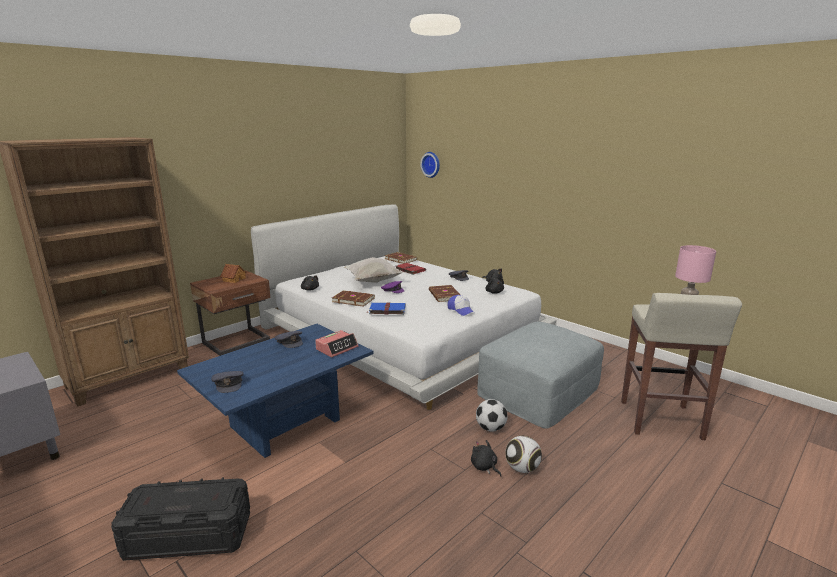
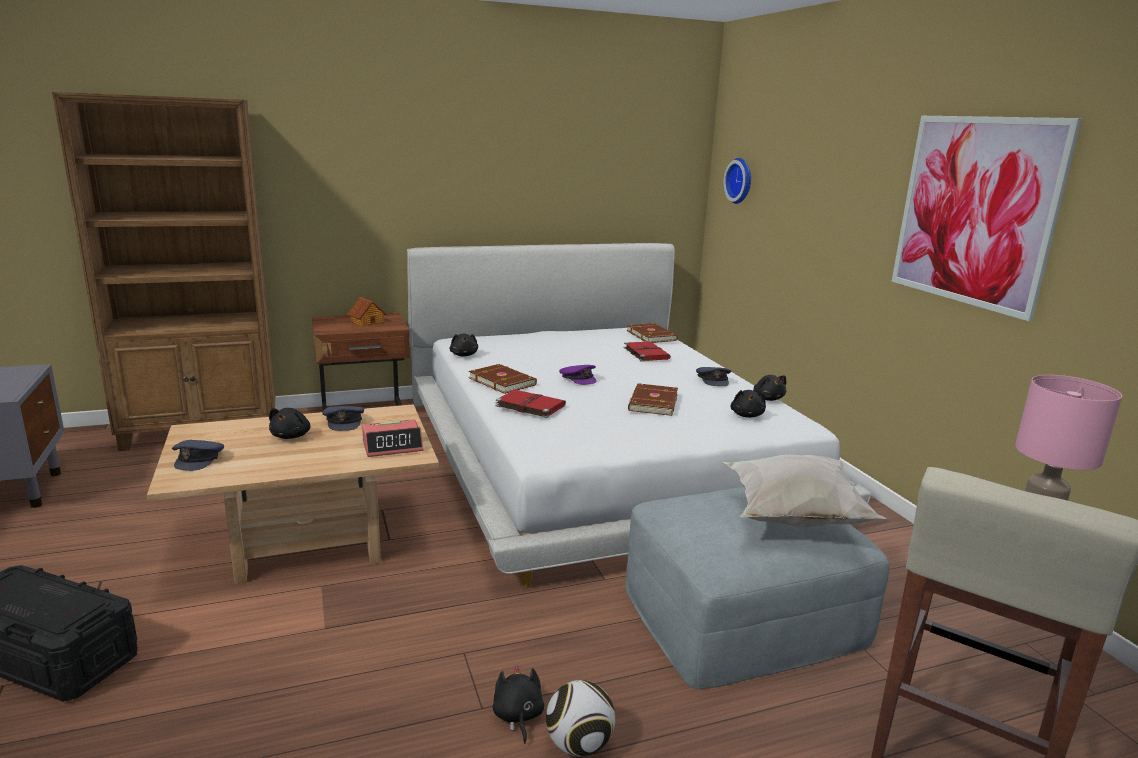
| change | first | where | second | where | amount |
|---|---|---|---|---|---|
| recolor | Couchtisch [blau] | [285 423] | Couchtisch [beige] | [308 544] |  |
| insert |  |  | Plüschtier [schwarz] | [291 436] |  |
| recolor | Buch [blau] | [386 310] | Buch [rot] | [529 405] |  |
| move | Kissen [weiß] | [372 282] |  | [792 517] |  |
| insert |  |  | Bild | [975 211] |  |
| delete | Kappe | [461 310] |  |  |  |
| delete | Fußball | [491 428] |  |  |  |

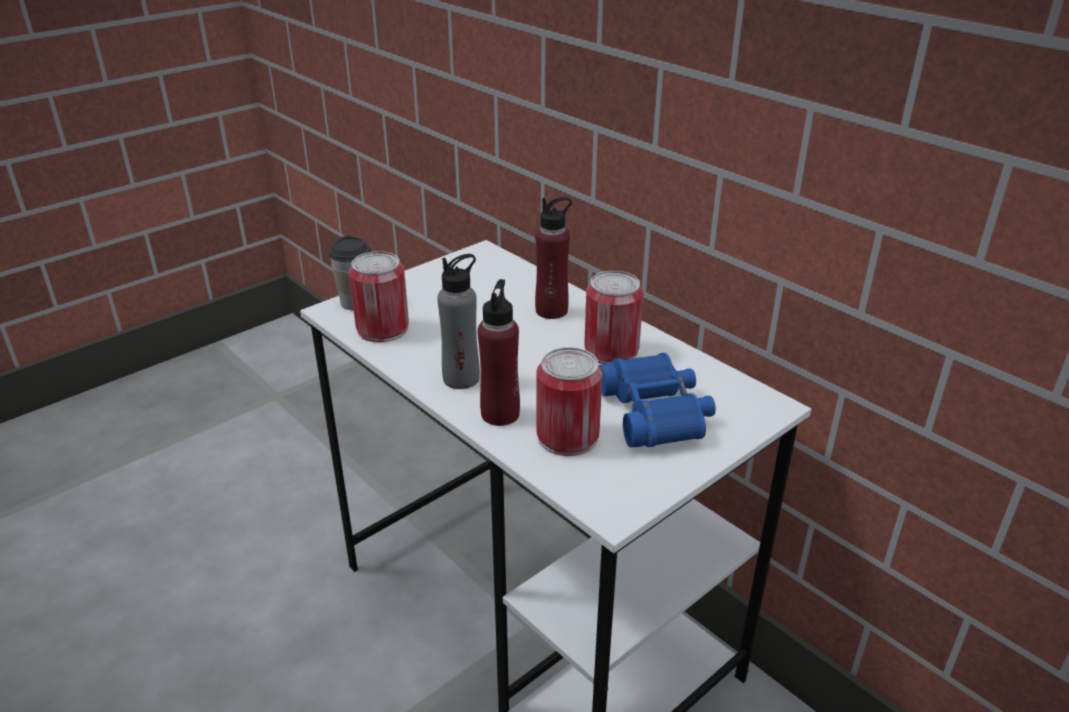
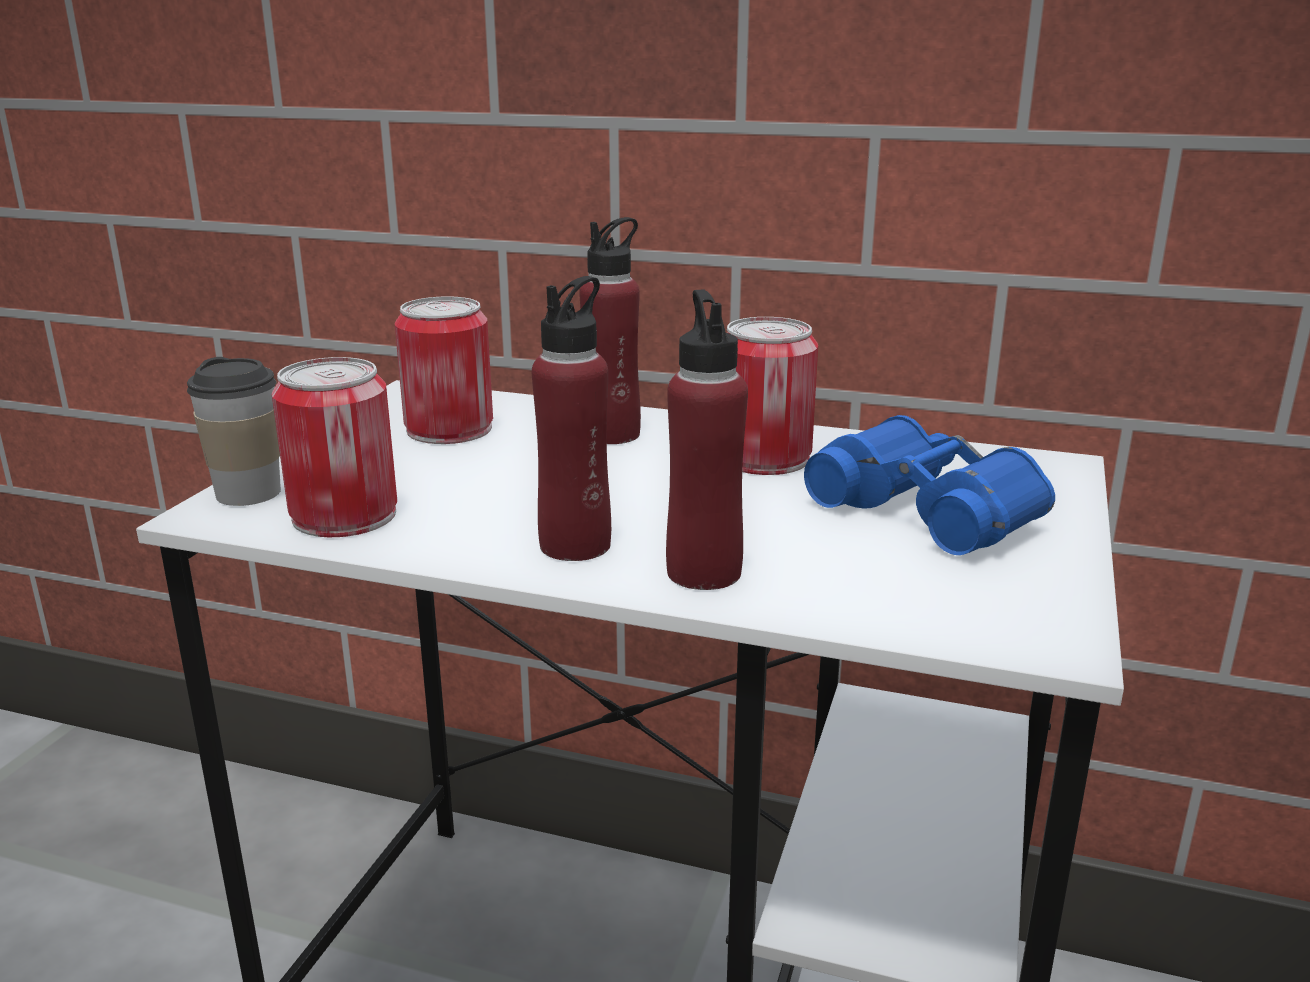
| change | first | where | second | where | amount |
|---|---|---|---|---|---|
| move | Dose | [567 436] |  | [449 429] |  |
| recolor | Flasche [grau] | [461 378] | Flasche [rot] | [575 545] |  |

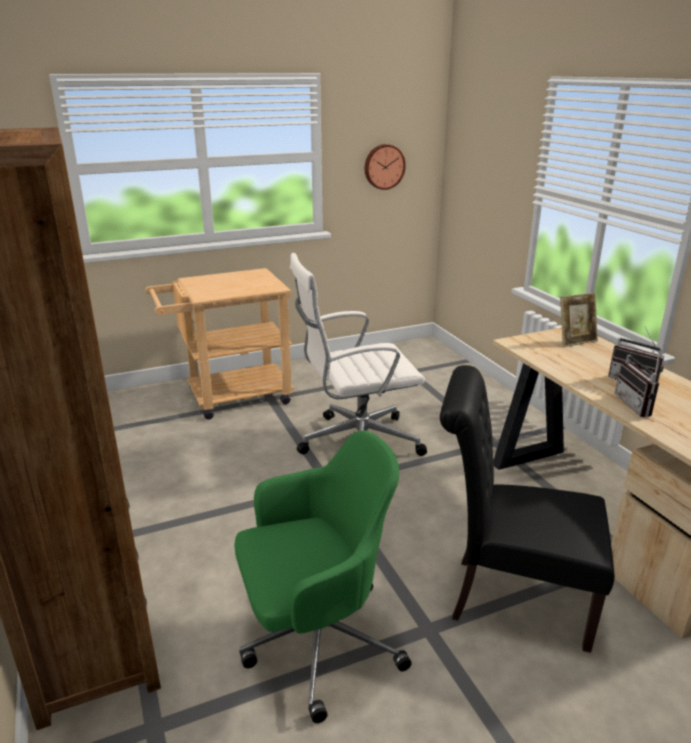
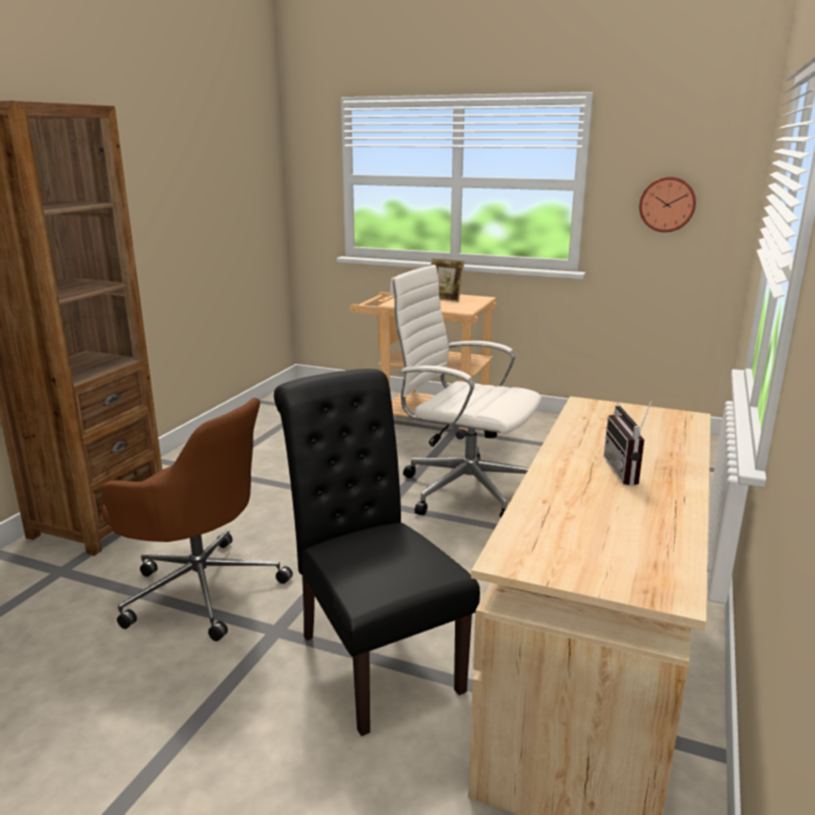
| change | first | where | second | where | amount |
|---|---|---|---|---|---|
| recolor | Bürostuhl [grün] | [316 641] | Bürostuhl [braun] | [201 588] |  |
| move | Bilderrahmen | [575 341] |  | [444 299] |  |
| delete | Radio | [638 406] |  |  |  |

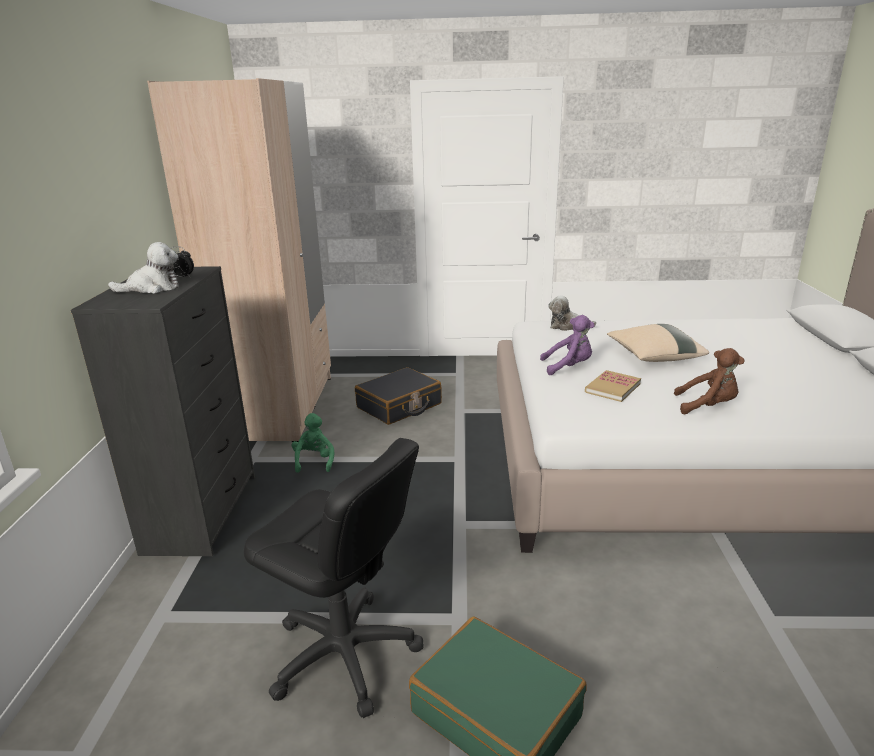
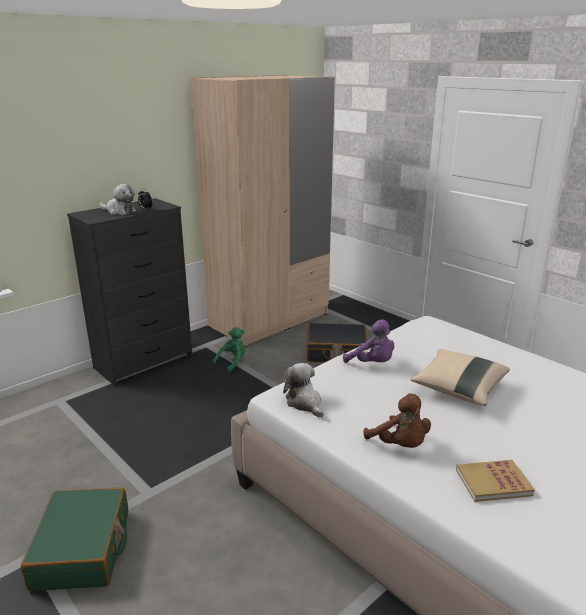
| change | first | where | second | where | amount |
|---|---|---|---|---|---|
| move | Plüschtier | [567 326] |  | [305 403] |  |
| move | Buch | [612 388] |  | [493 482] |  |
| delete | Bürostuhl [schwarz] | [344 654] |  |  |  |

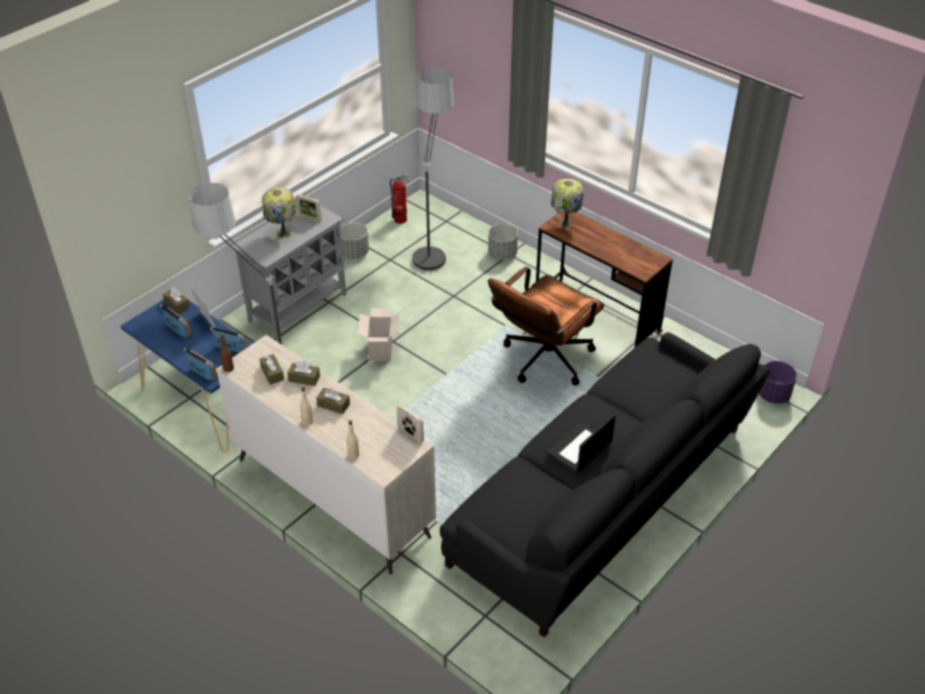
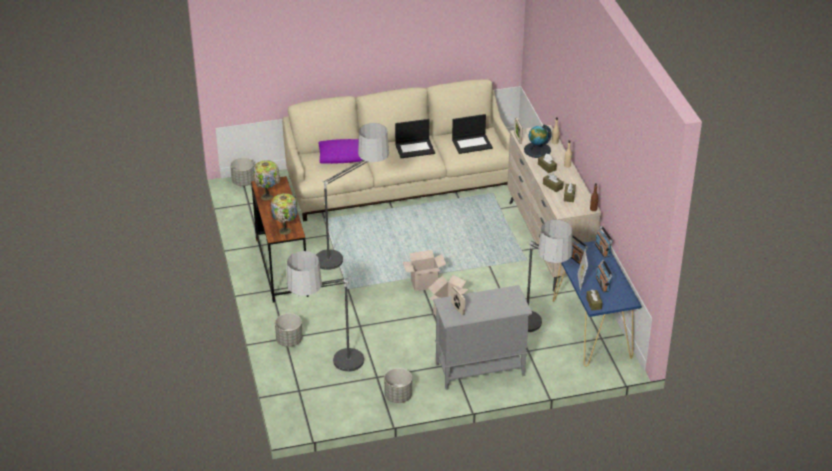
| change | first | where | second | where | amount |
|---|---|---|---|---|---|
| recolor | Pflanzkübel [lila] | [773 395] | Pflanzkübel [grau] | [243 182] |  |
| move | Tischlampe | [282 234] |  | [268 196] |  |
| recolor | Sofa [schwarz] | [603 497] | Sofa [beige] | [400 181] |  |
| replace | Bürostuhl [braun] | [542 362] | Stehlampe | [351 257] |  |
| insert |  |  | Kissen [lila] | [341 157] |  |
| insert |  |  | Karton | [423 284] |  |
| insert |  |  | Laptop | [472 144] |  |
| insert |  |  | Globus | [537 150] |  |
| delete | Feuerlöscher | [402 220] |  |  |  |

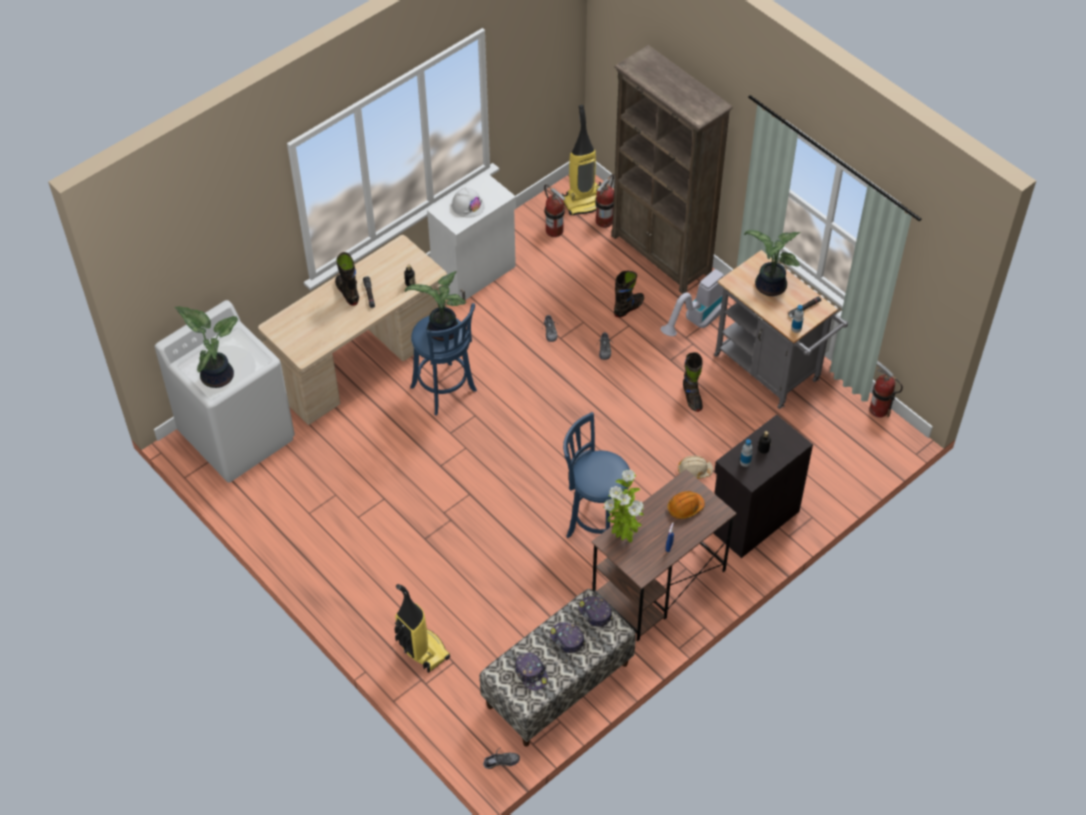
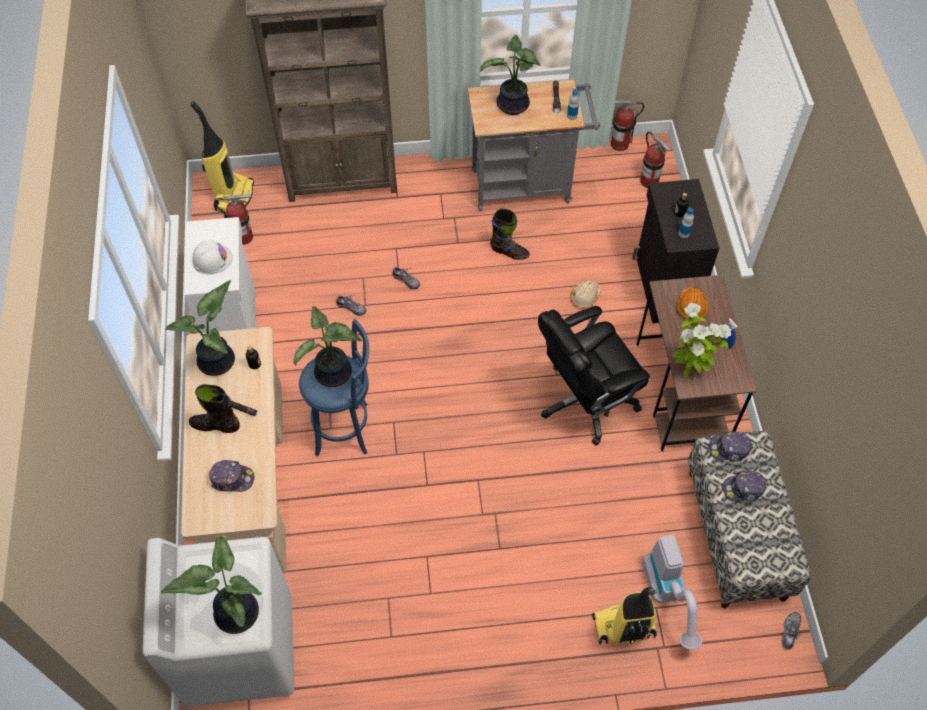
| change | first | where | second | where | amount |
|---|---|---|---|---|---|
| insert |  |  | Topfpflanze | [219 361] |  |
| move | Kappe | [531 673] |  | [232 479] |  |
| replace | Hocker [blau] | [595 524] | Bürostuhl [schwarz] | [586 401] |  |
| move | Feuerlöscher | [604 221] |  | [649 181] |  |
| move | Staubsauger | [695 323] |  | [668 597] |  |
| delete | Stiefel [schwarz] | [628 308] |  |  |  |

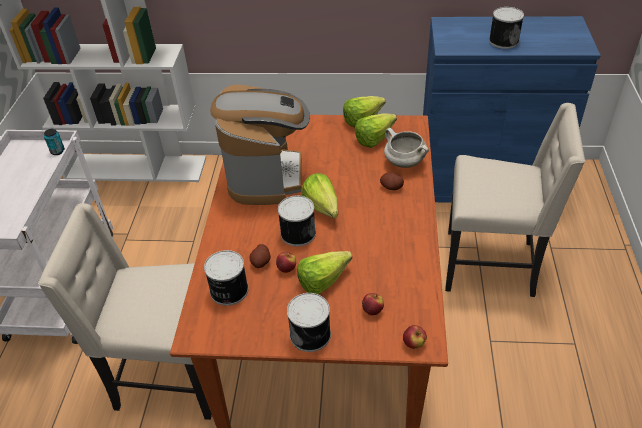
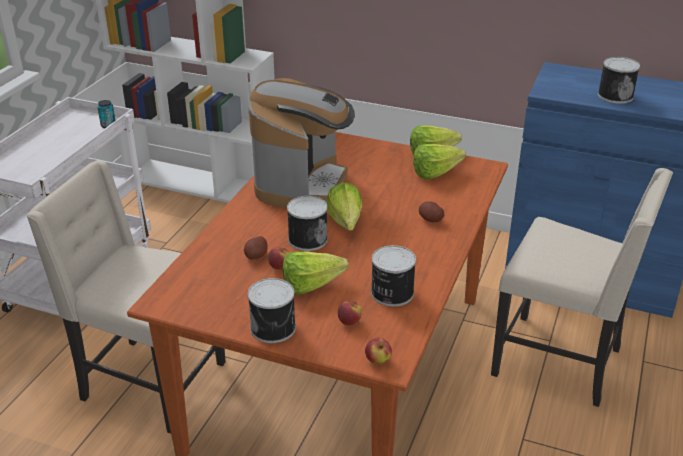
| change | first | where | second | where | amount |
|---|---|---|---|---|---|
| move | Dose | [228 291] |  | [391 293] |  |
| delete | Kochtopf [weiß] | [403 163] |  |  |  |

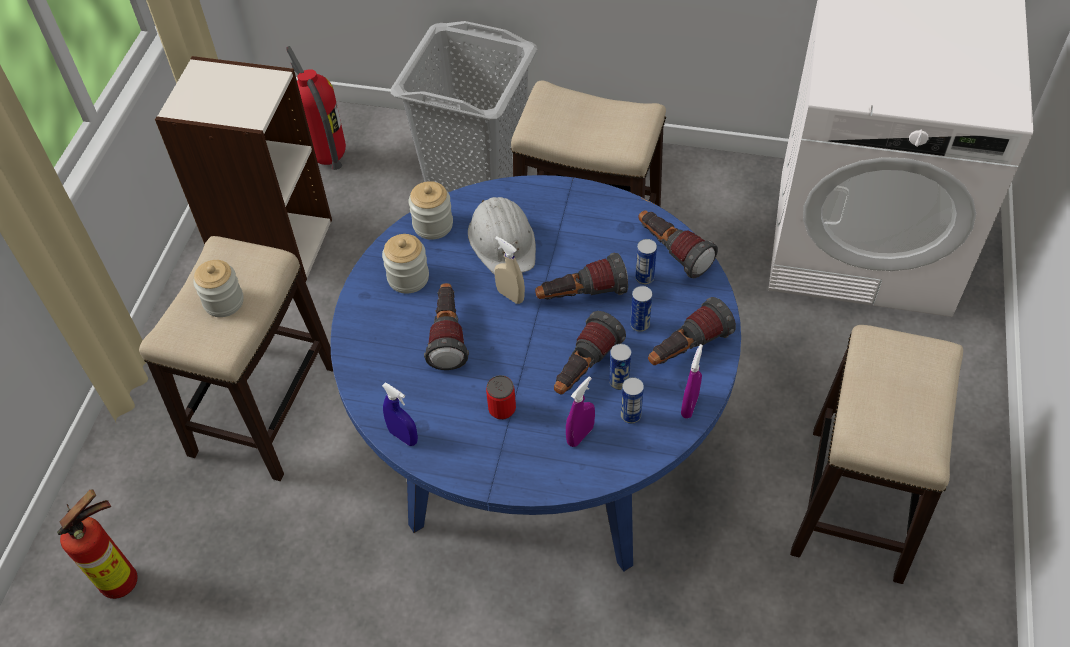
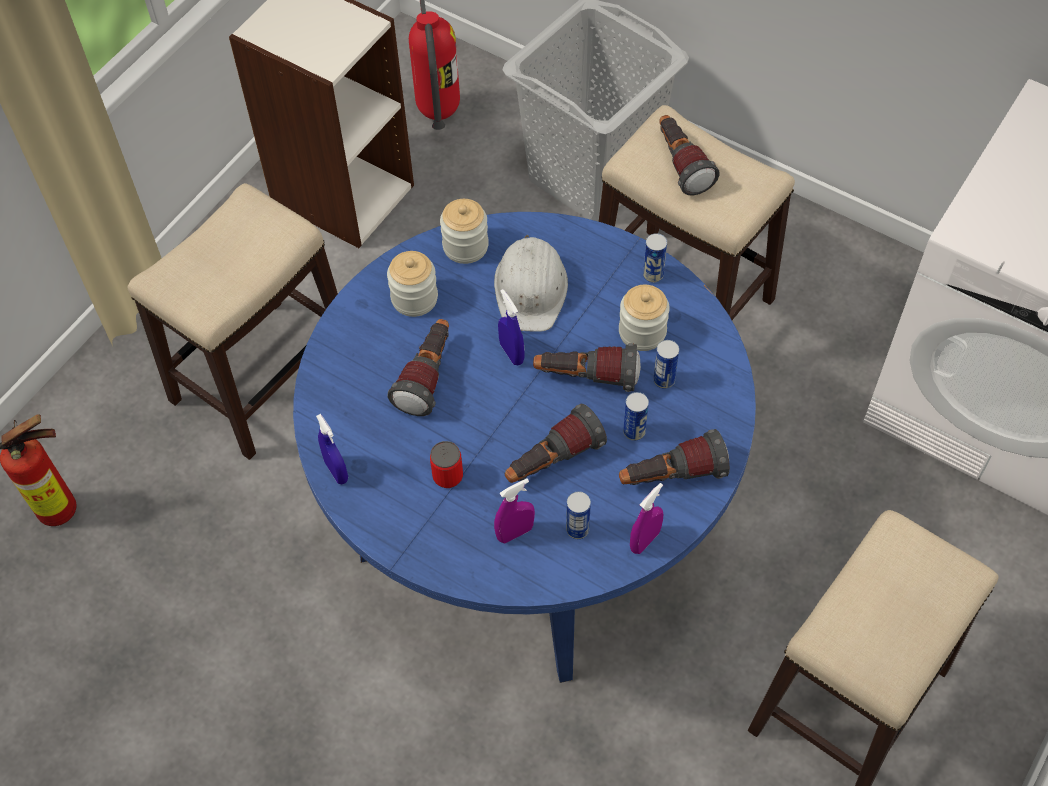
| change | first | where | second | where | amount |
|---|---|---|---|---|---|
| recolor | Sprühflasche [beige] | [510 295] | Sprühflasche [blau] | [511 353] |  |
| move | Vorratsglas | [224 302] |  | [642 332] |  |
| move | Dose | [619 382] |  | [653 275] |  |
| move | Taschenlampe | [672 252] |  | [681 164] |  |

